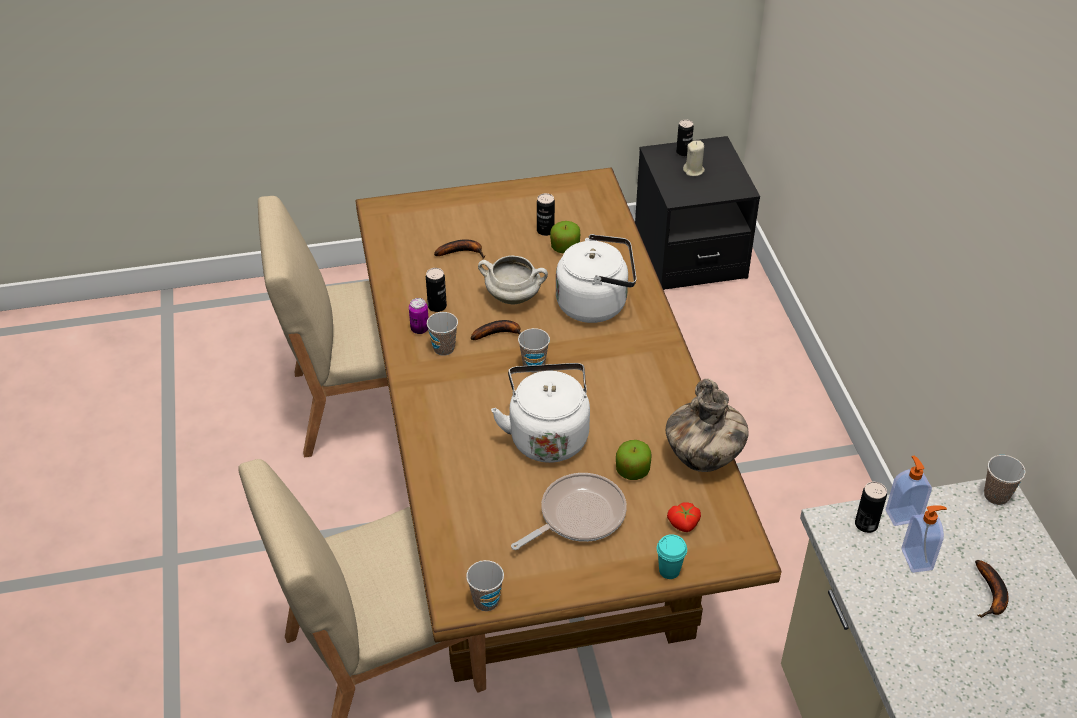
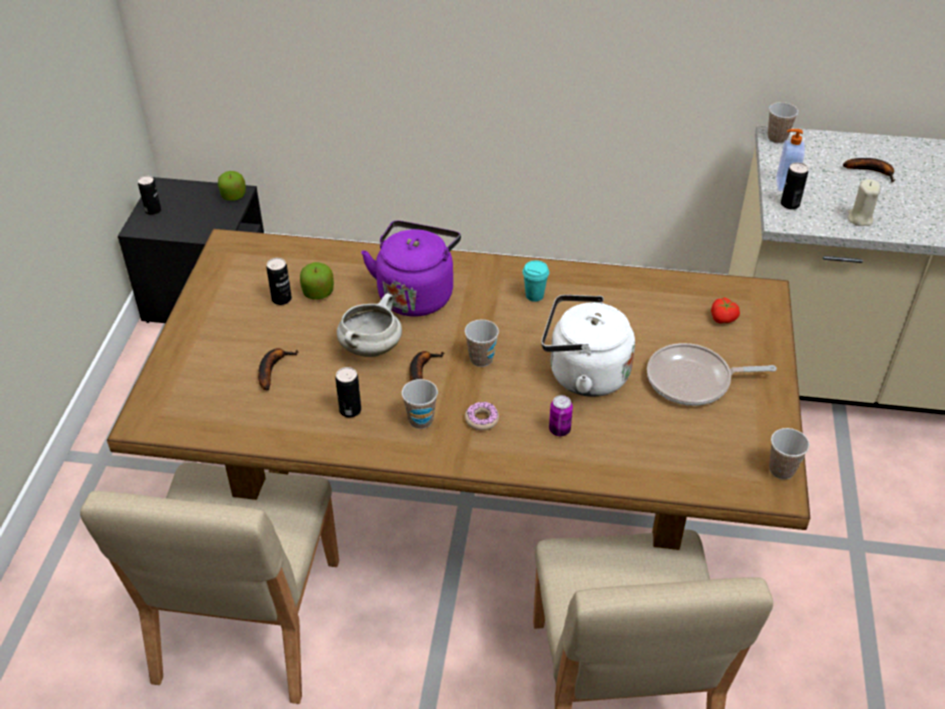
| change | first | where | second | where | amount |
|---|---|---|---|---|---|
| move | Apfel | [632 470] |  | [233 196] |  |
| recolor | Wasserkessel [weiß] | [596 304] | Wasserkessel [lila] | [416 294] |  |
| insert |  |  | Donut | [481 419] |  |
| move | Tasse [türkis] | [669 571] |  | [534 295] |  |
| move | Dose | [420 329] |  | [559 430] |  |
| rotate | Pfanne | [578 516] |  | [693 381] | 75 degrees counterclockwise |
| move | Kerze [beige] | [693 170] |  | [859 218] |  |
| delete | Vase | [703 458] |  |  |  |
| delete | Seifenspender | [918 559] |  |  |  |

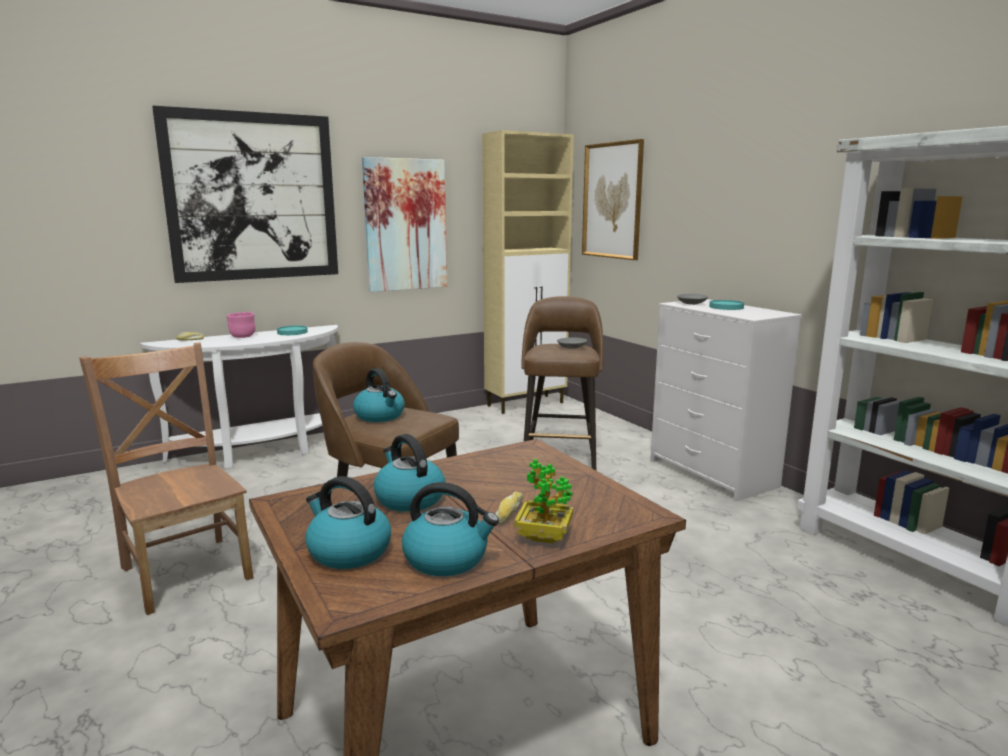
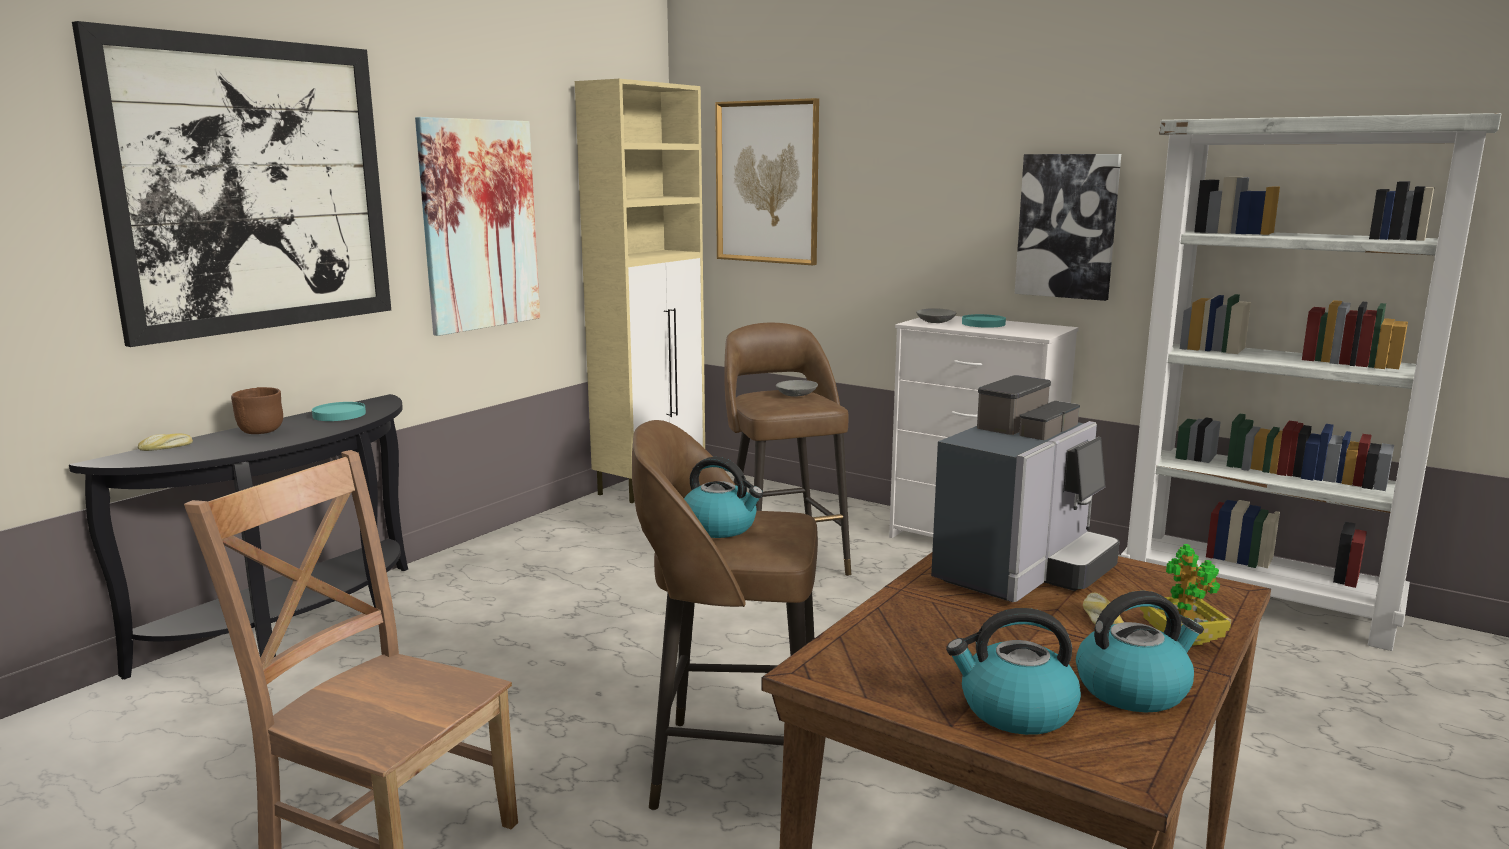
| change | first | where | second | where | amount |
|---|---|---|---|---|---|
| recolor | Konsolentisch [weiß] | [261 452] | Konsolentisch [schwarz] | [300 627] |  |
| recolor | Schüssel [rosa] | [242 336] | Schüssel [braun] | [260 431] |  |
| insert |  |  | Kaffeemaschine | [1023 571] |  |
| insert |  |  | Bild | [1067 226] |  |
| delete | Wasserkessel | [409 499] |  |  |  |

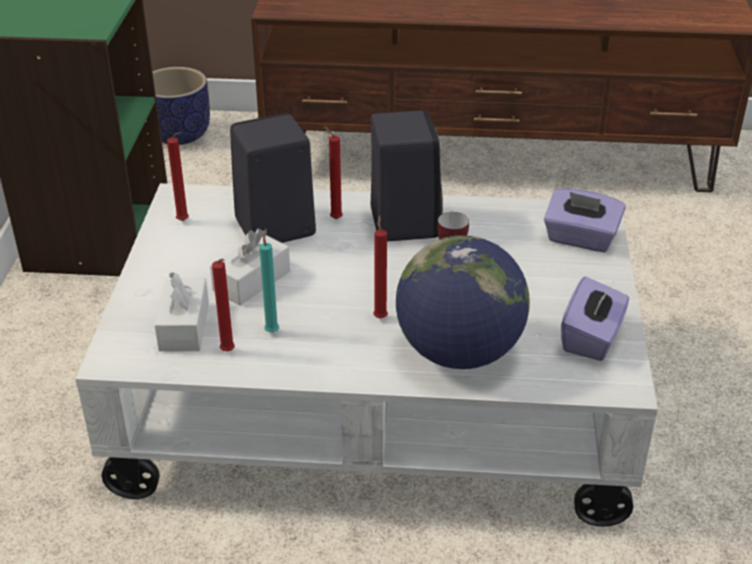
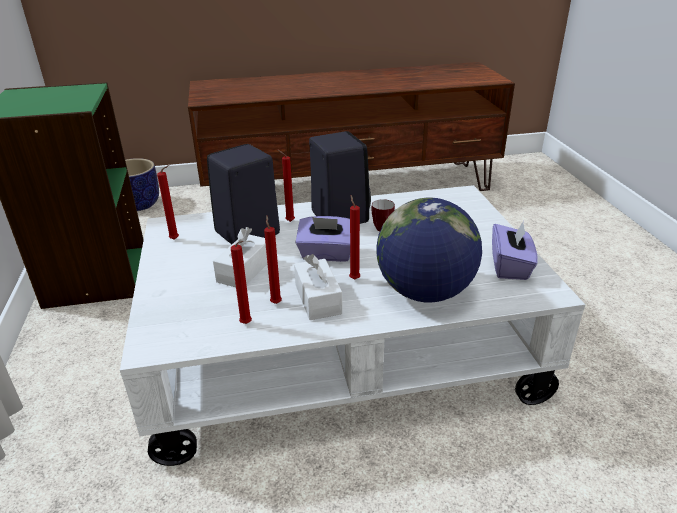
| change | first | where | second | where | amount |
|---|---|---|---|---|---|
| recolor | Kerze [türkis] | [272 330] | Kerze [rot] | [276 302] |  |
| move | Taschentuchbox [weiß] | [184 326] |  | [318 299] |  |
| move | Taschentuchbox [lila] | [580 239] |  | [327 254] |  |

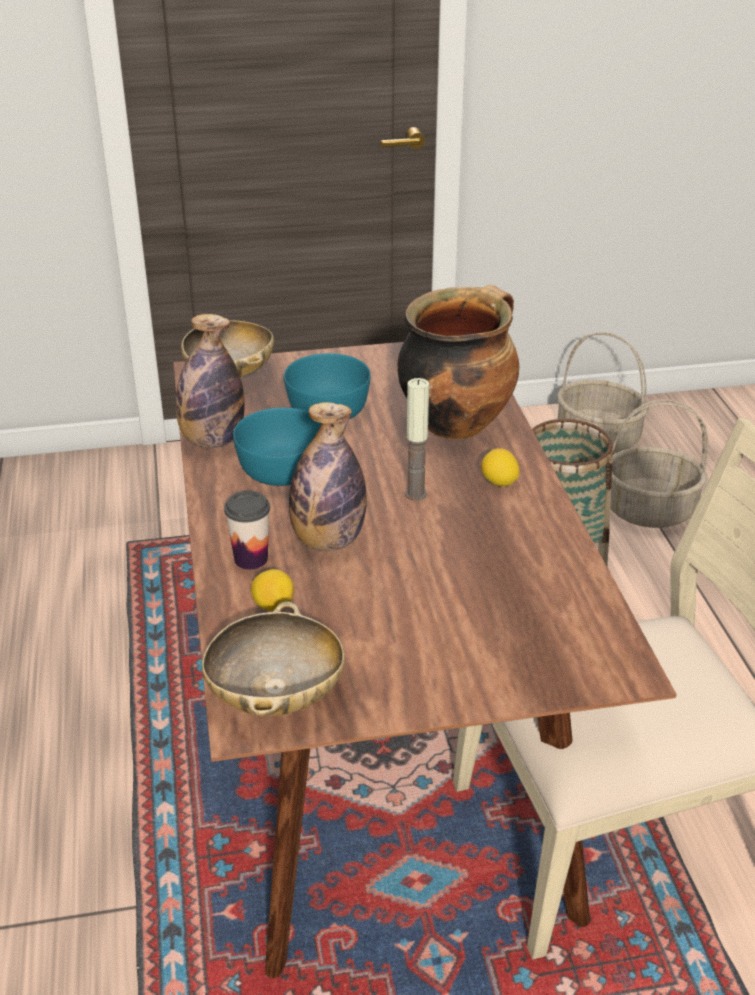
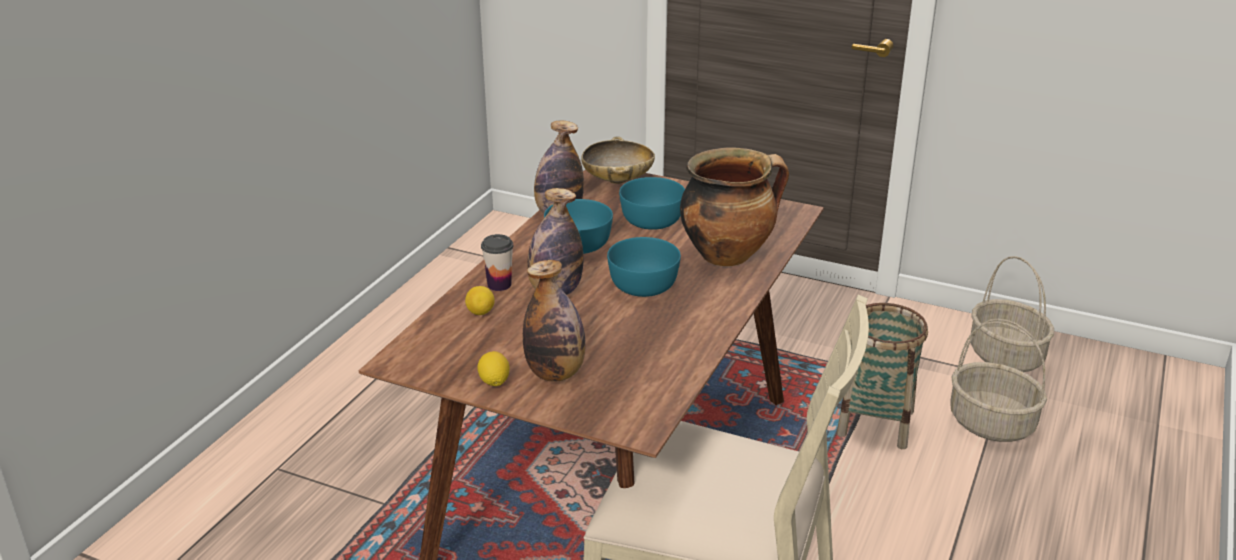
| change | first | where | second | where | amount |
|---|---|---|---|---|---|
| move | Zitrone | [499 483] |  | [494 382] |  |
| insert |  |  | Flasche | [555 373] |  |
| replace | Kerze | [415 494] | Schüssel [türkis] | [643 286] |  |
| delete | Schüssel [beige] | [276 694] |  |  |  |

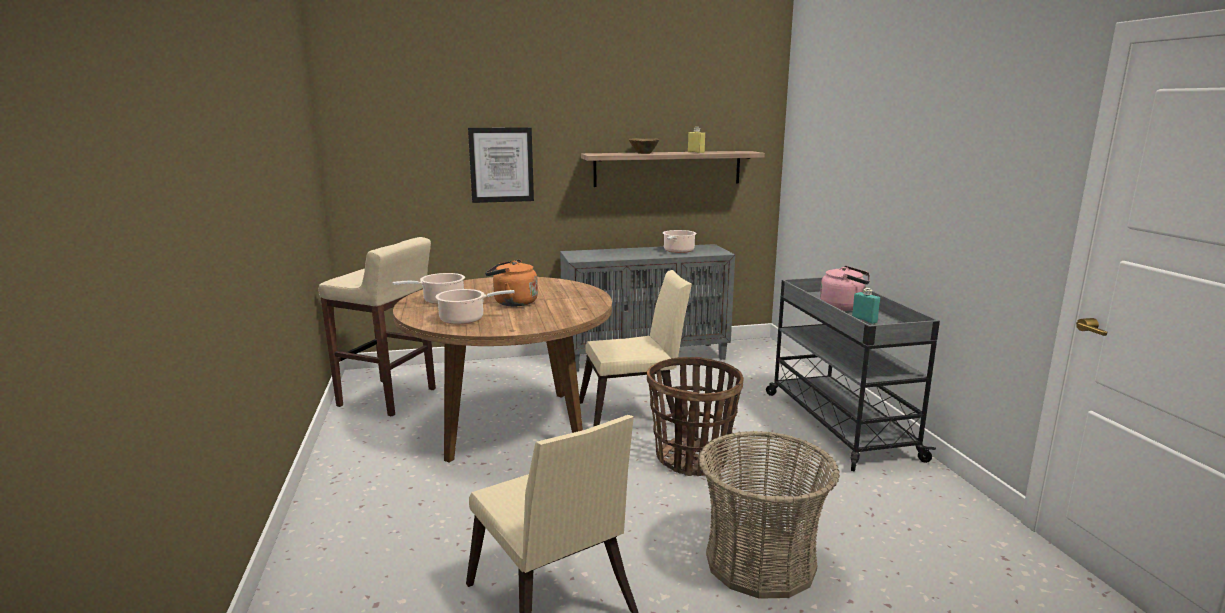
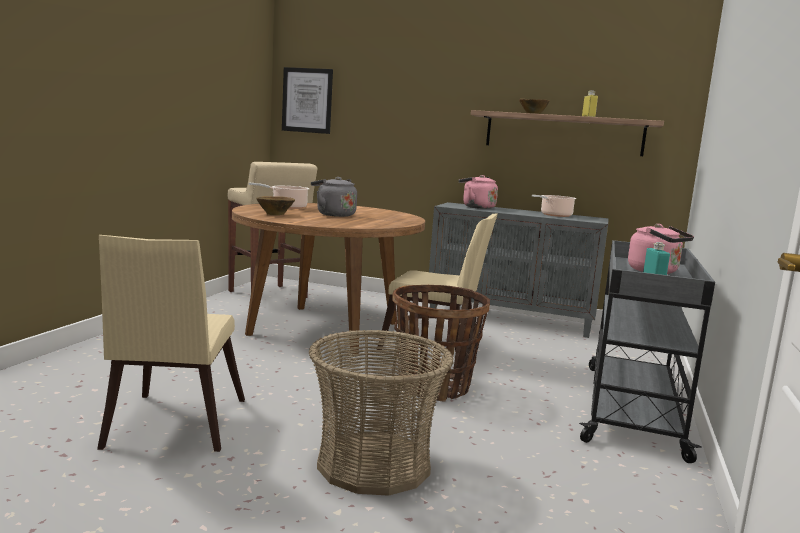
| change | first | where | second | where | amount |
|---|---|---|---|---|---|
| replace | Kochtopf | [465 319] | Schüssel [braun] | [275 214] |  |
| move | Bild | [501 165] |  | [307 100] |  |
| recolor | Wasserkessel [orange] | [512 302] | Wasserkessel [grau] | [333 214] |  |
| insert |  |  | Wasserkessel [rosa] | [476 207] |  |

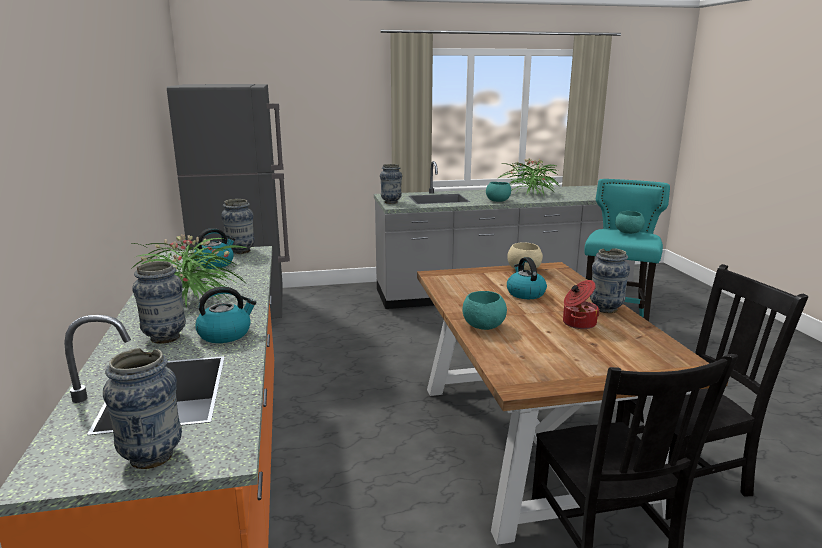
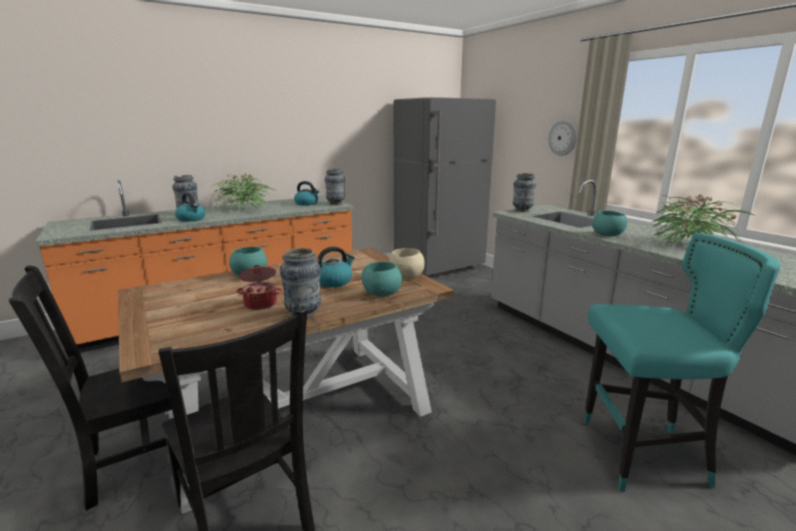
| change | first | where | second | where | amount |
|---|---|---|---|---|---|
| move | Schüssel [türkis] | [628 232] |  | [381 293] |  |
| insert |  |  | Wanduhr | [563 138] |  |
| delete | Vase | [152 456] |  |  |  |

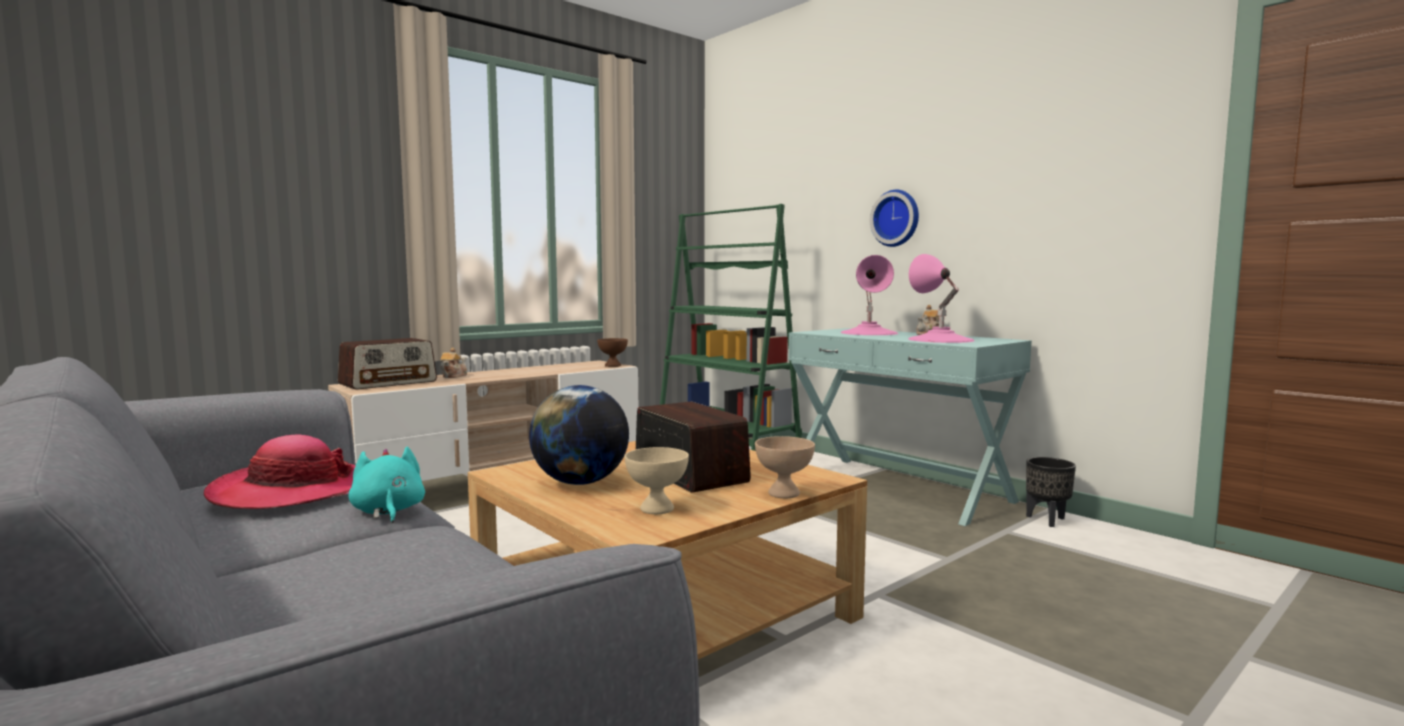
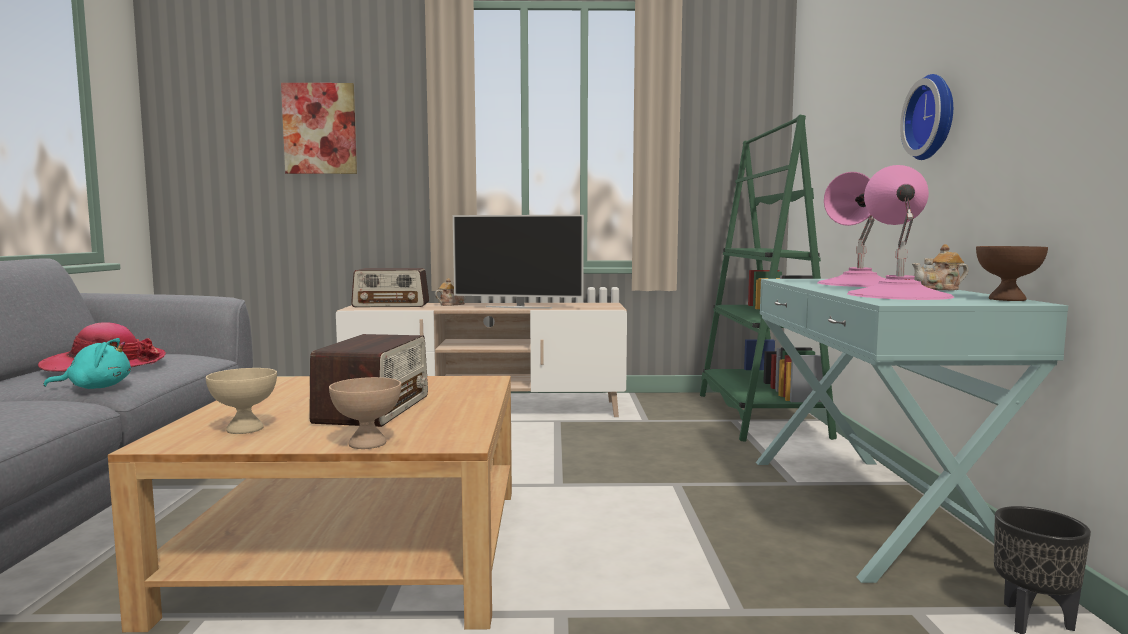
| change | first | where | second | where | amount |
|---|---|---|---|---|---|
| rotate | Plüschtier [türkis] | [388 512] |  | [96 387] | 60 degrees clockwise |
| insert |  |  | Bild | [320 129] |  |
| insert |  |  | Fernseher | [519 307] |  |
| move | Schüssel [braun] | [612 365] |  | [1005 299] |  |
| delete | Globus | [580 483] |  |  |  |

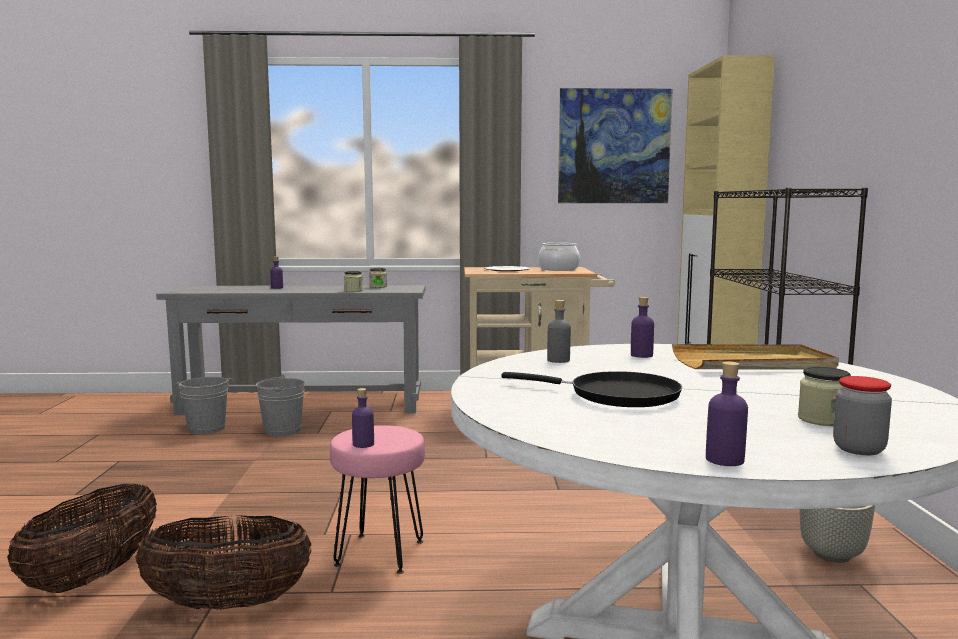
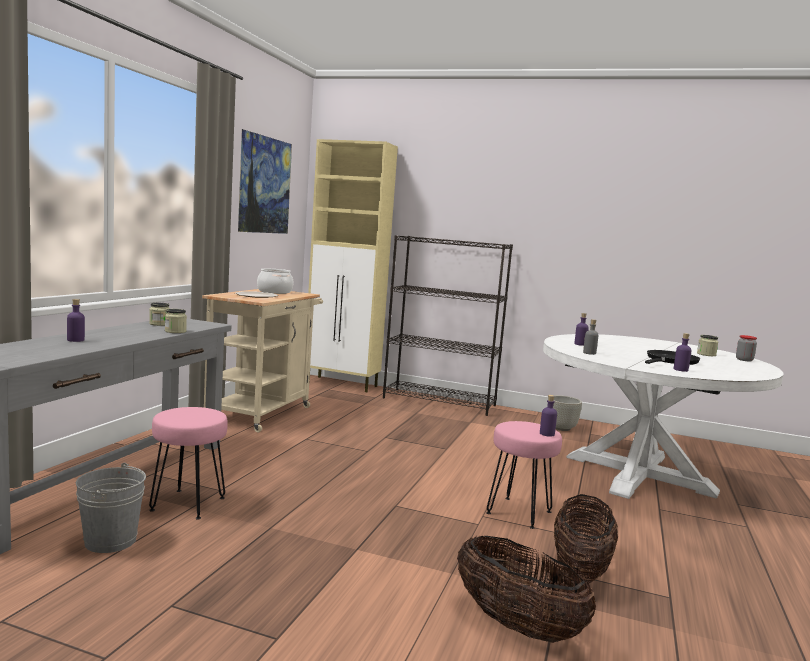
| change | first | where | second | where | amount |
|---|---|---|---|---|---|
| replace | Eimer [grau] | [282 430] | Hocker [rosa] | [188 503] |  |
| move | Flasche [lila] | [725 460] |  | [680 370] |  |
| delete | Tablett [beige] | [753 363] |  |  |  |

